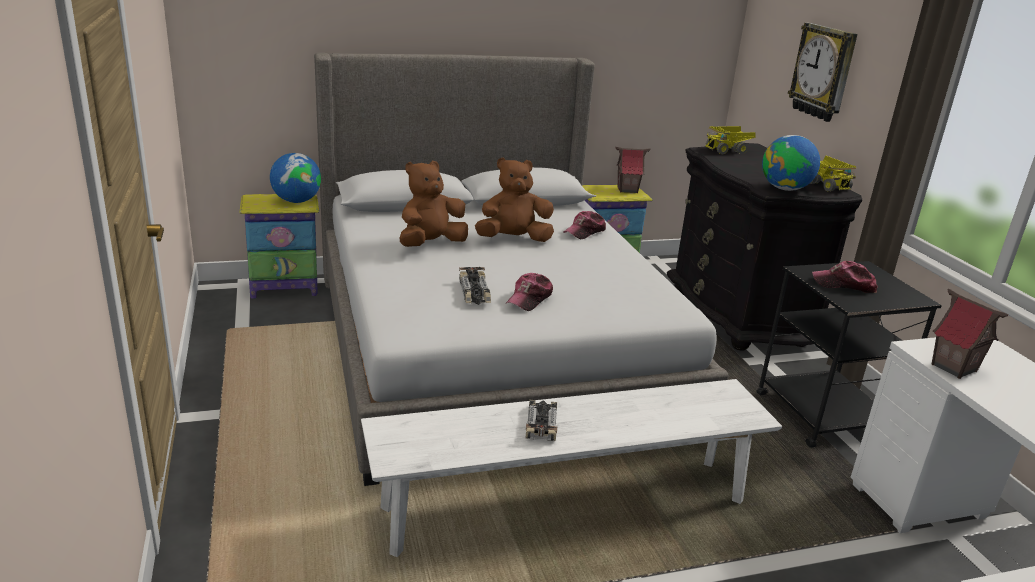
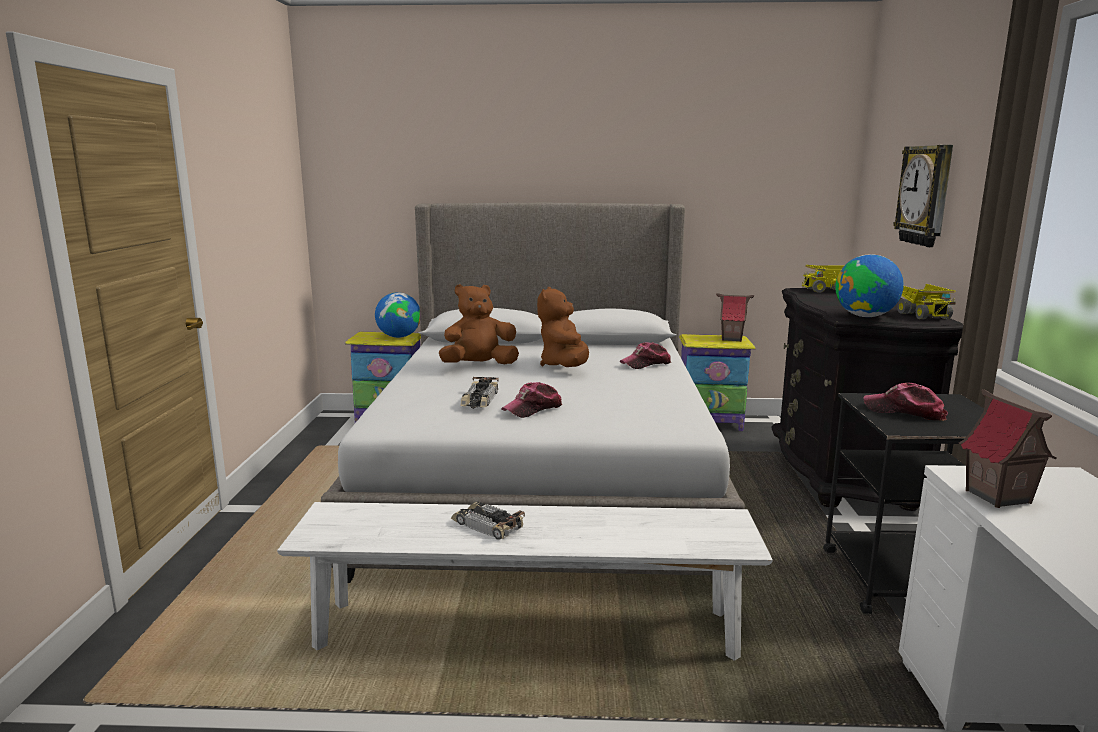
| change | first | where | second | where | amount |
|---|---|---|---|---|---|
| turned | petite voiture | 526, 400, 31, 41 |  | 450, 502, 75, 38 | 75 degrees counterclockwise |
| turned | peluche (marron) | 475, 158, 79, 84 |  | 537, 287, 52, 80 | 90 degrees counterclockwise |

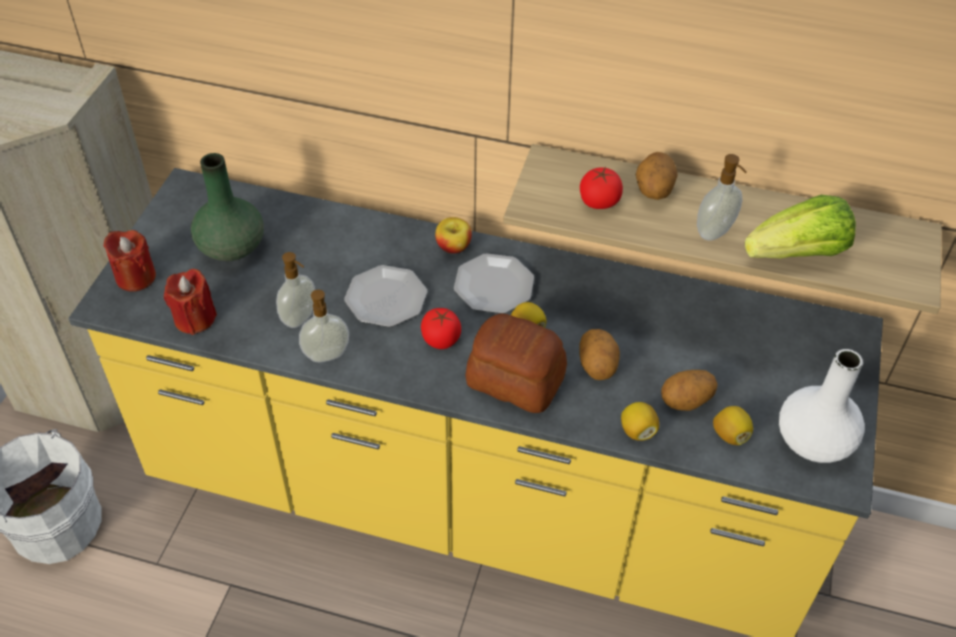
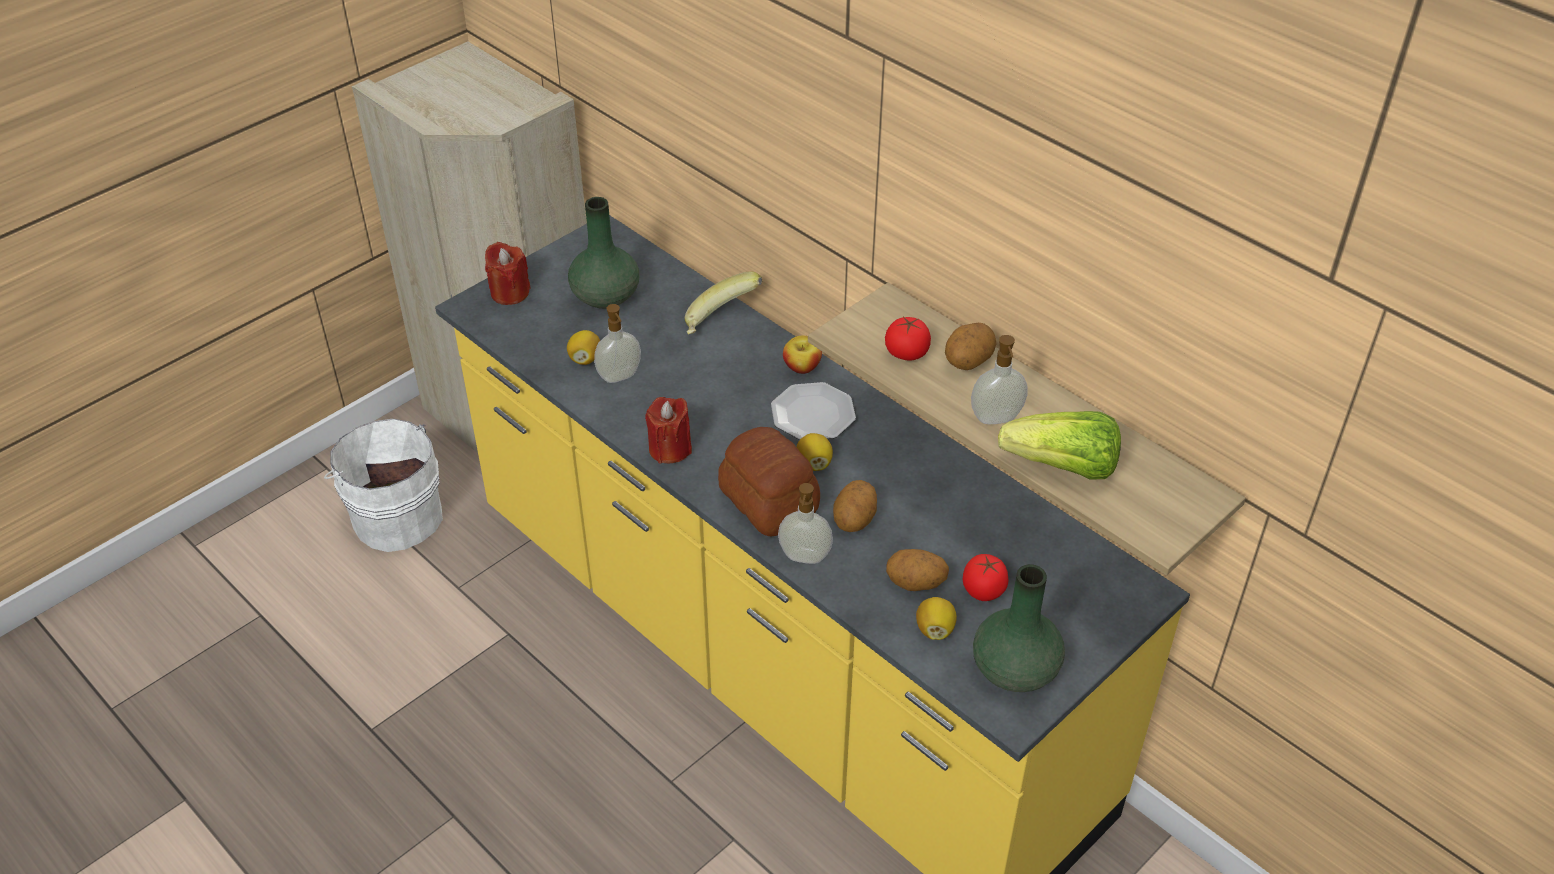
| change | first | where | second | where | amount |
|---|---|---|---|---|---|
| moved | citron | 621, 402, 38, 39 |  | 567, 330, 33, 35 |  |
| moved | bougie (rouge) | 164, 269, 53, 66 |  | 645, 397, 47, 67 |  |
| added |  |  | banane | 685, 271, 77, 63 |  |
| moved | distributeur de savon | 299, 290, 50, 72 |  | 778, 483, 55, 81 |  |
| moved | tomate | 421, 308, 40, 41 |  | 963, 554, 45, 47 |  |
| recoloured | vase (blanc) | 779, 349, 86, 114 | vase (vert) | 973, 564, 92, 128 |  |
| removed | assiette | 344, 265, 83, 62 |  |  |  |

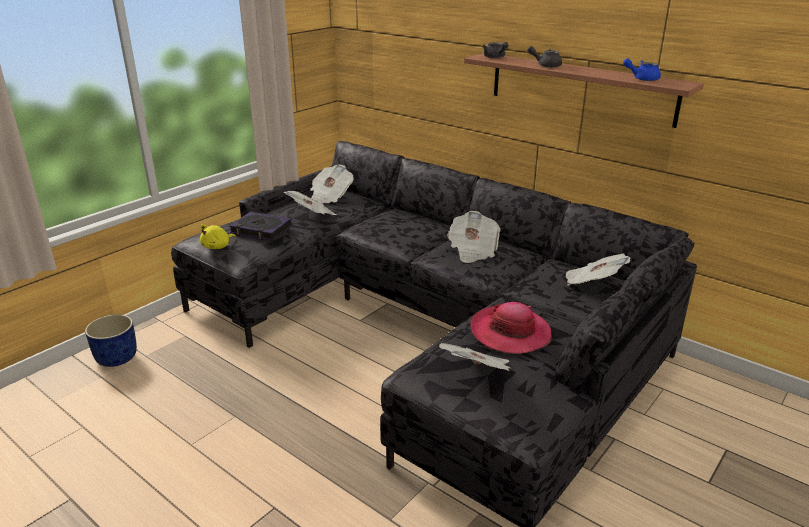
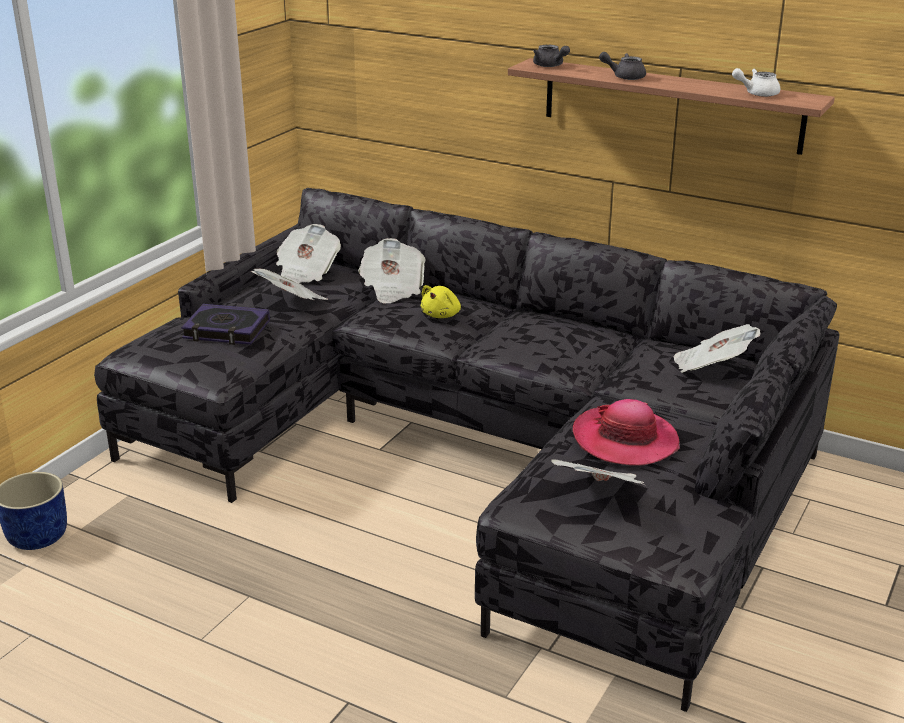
| change | first | where | second | where | amount |
|---|---|---|---|---|---|
| moved | journal | 447, 211, 54, 52 |  | 358, 238, 68, 66 |  |
| moved | peluche (jaune) | 200, 224, 36, 25 |  | 421, 285, 40, 33 |  |
| recoloured | théière (bleu) | 623, 58, 38, 23 | théière (blanc) | 732, 68, 48, 29 |  |

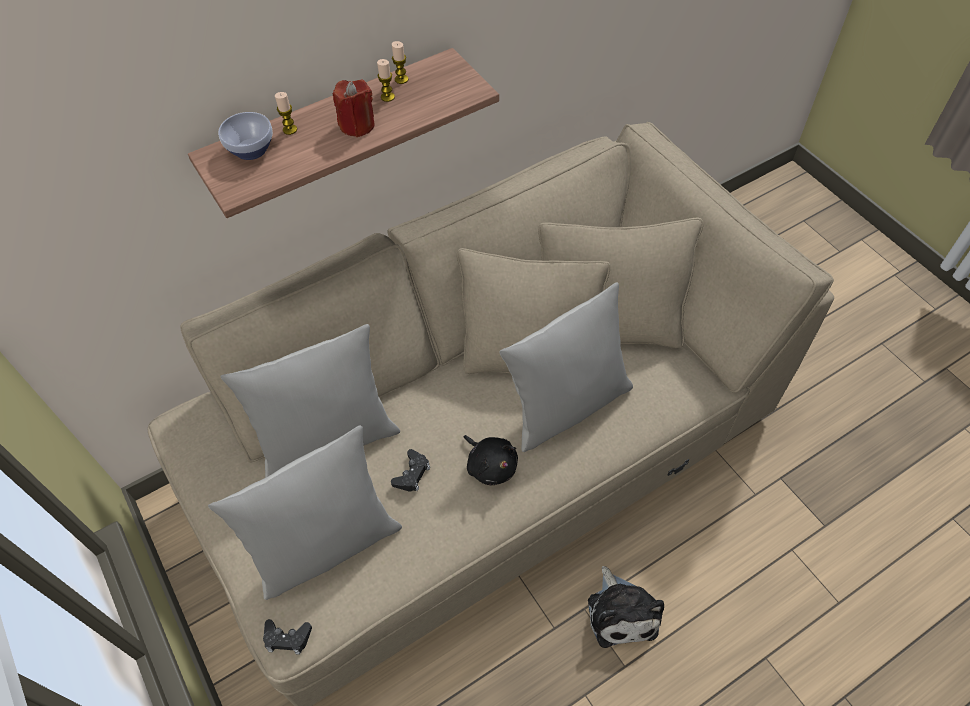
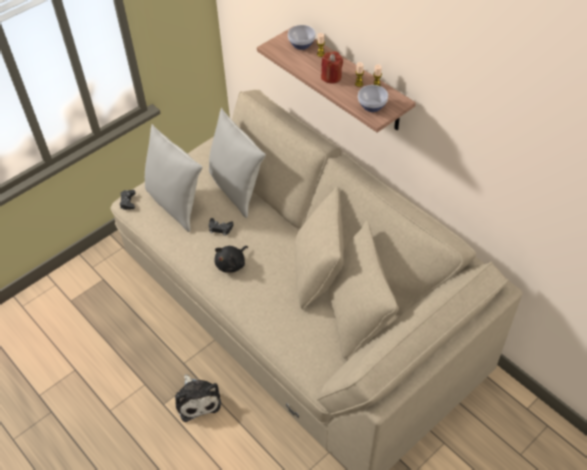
| change | first | where | second | where | amount |
|---|---|---|---|---|---|
| turned | peluche | 588, 566, 76, 82 |  | 175, 374, 46, 48 | 90 degrees counterclockwise |
| added |  |  | bol | 358, 85, 30, 27 |  |
| removed | coussin (gris) | 499, 282, 134, 170 |  |  |  |

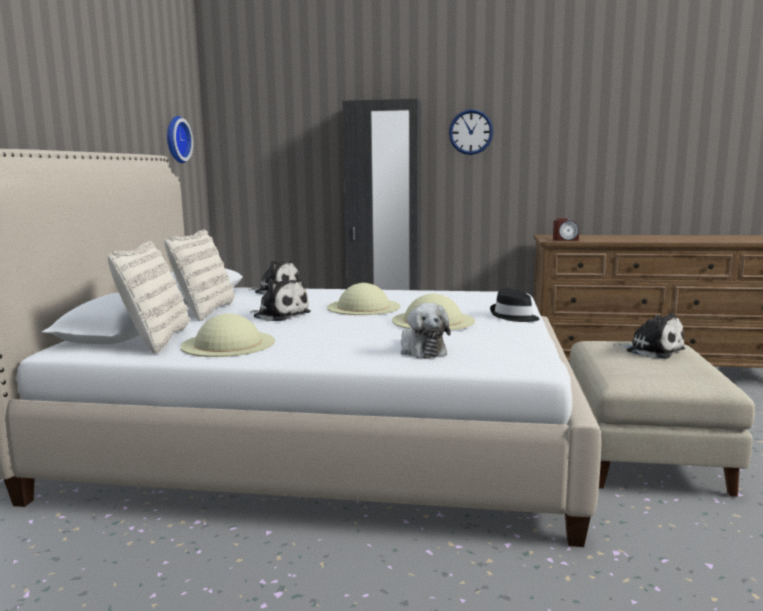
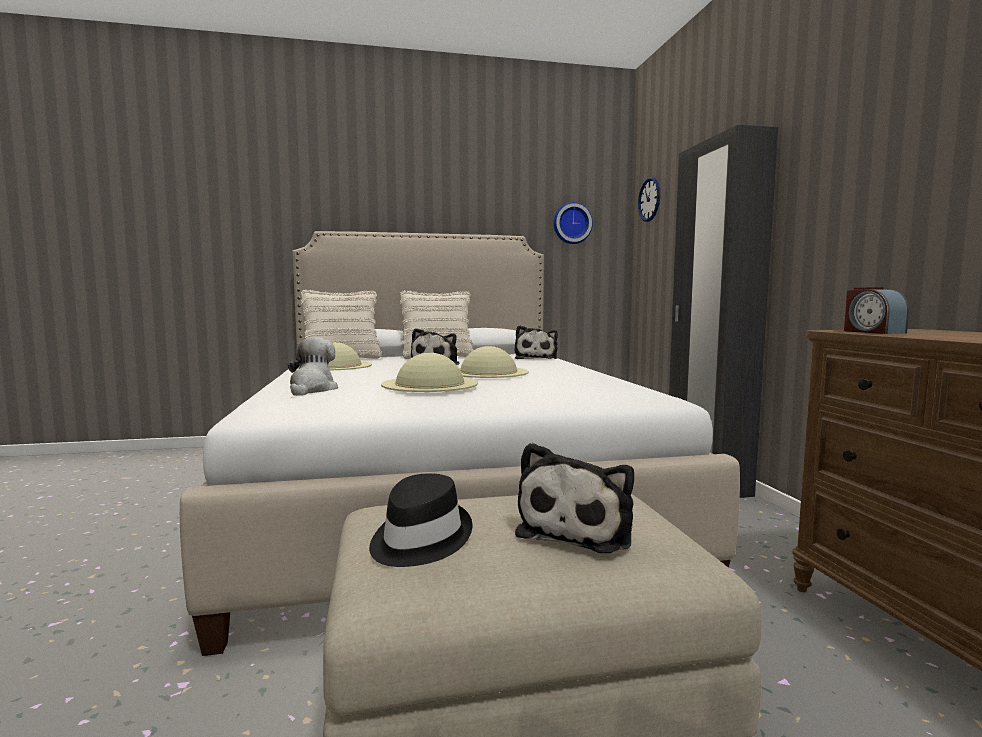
| change | first | where | second | where | amount |
|---|---|---|---|---|---|
| turned | peluche | 401, 303, 50, 56 |  | 288, 337, 50, 59 | 135 degrees clockwise |
| moved | chapeau (noir) | 490, 289, 49, 33 |  | 369, 473, 103, 94 |  |
| moved | horloge murale | 449, 109, 44, 46 |  | 638, 177, 22, 45 |  |

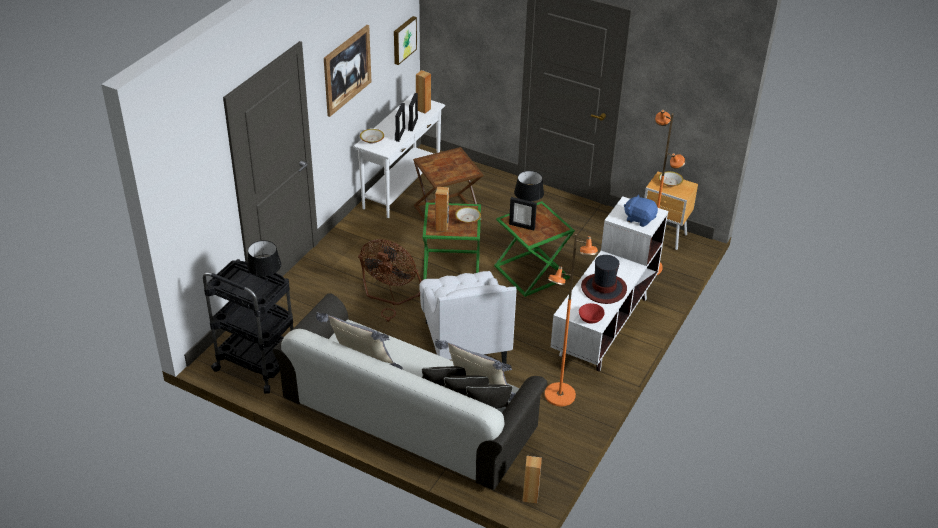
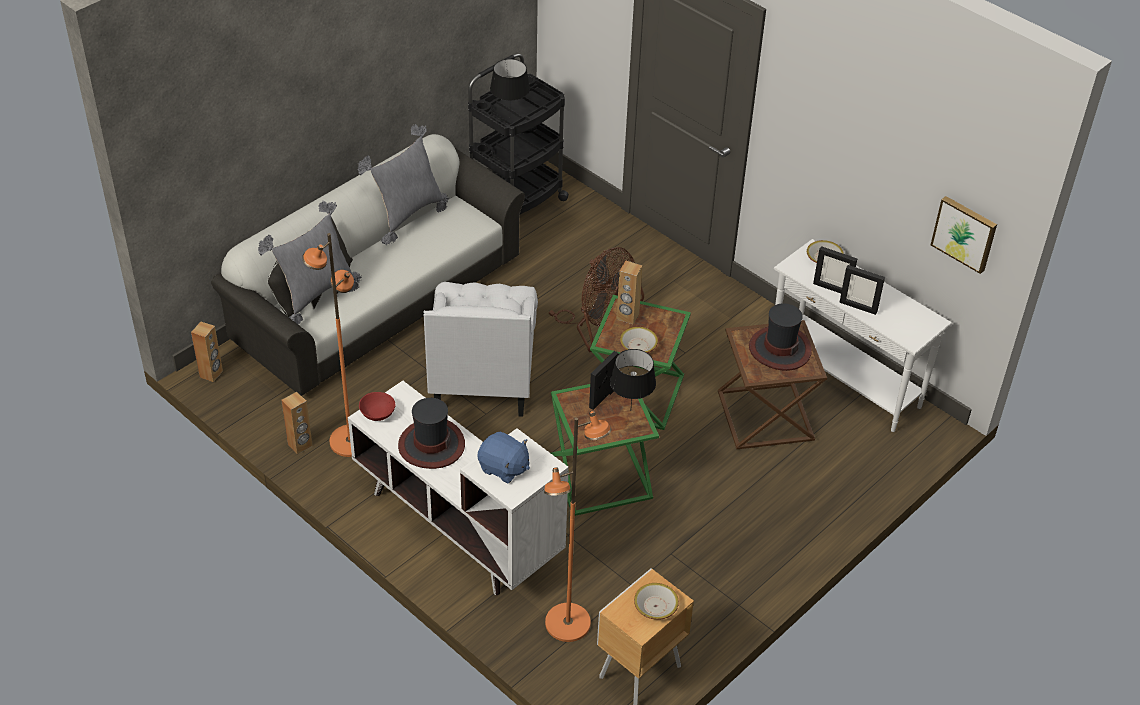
| change | first | where | second | where | amount |
|---|---|---|---|---|---|
| moved | enceinte (marron) | 416, 70, 15, 43 |  | 281, 392, 31, 63 |  |
| turned | fauteuil (blanc) | 419, 271, 98, 93 |  | 423, 282, 115, 135 | 90 degrees counterclockwise |
| turned | peluche (bleu) | 624, 194, 34, 33 |  | 477, 432, 53, 51 | 75 degrees clockwise |
| added |  |  | chapeau | 749, 303, 63, 68 |  |
| removed | tableau | 324, 25, 48, 92 |  |  |  |

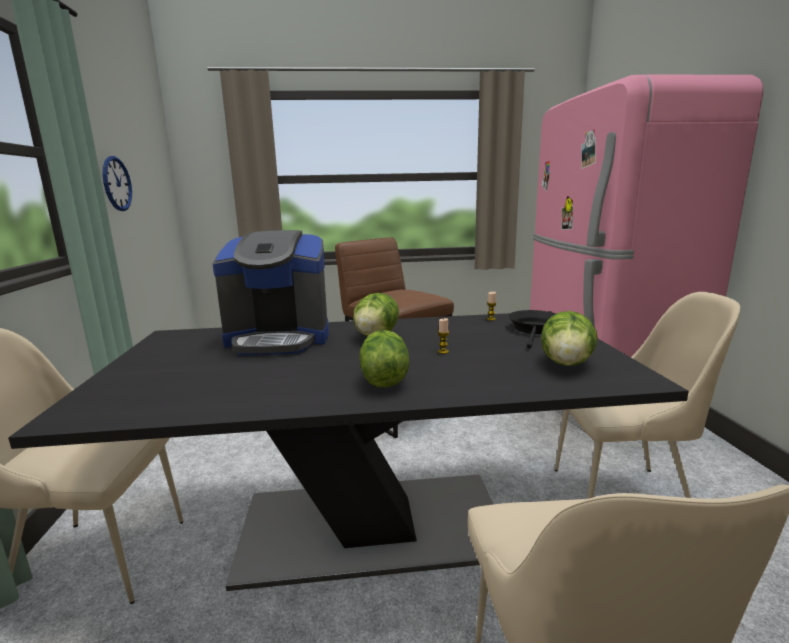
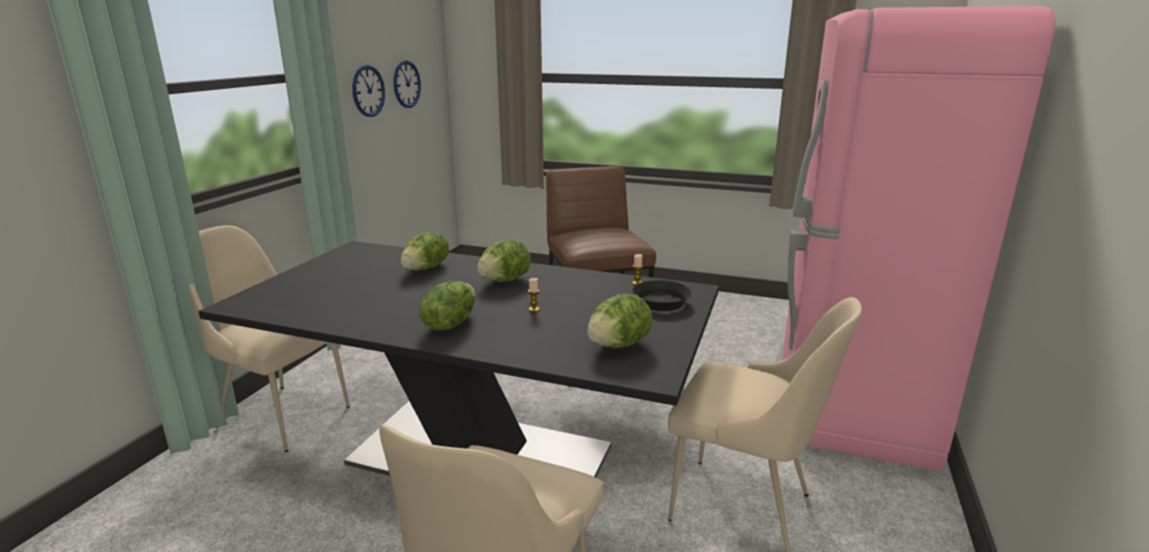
| change | first | where | second | where | amount |
|---|---|---|---|---|---|
| added |  |  | horloge murale | 393, 60, 28, 48 |  |
| replaced | machine à café | 212, 230, 117, 125 | laitue | 401, 232, 48, 39 |  |

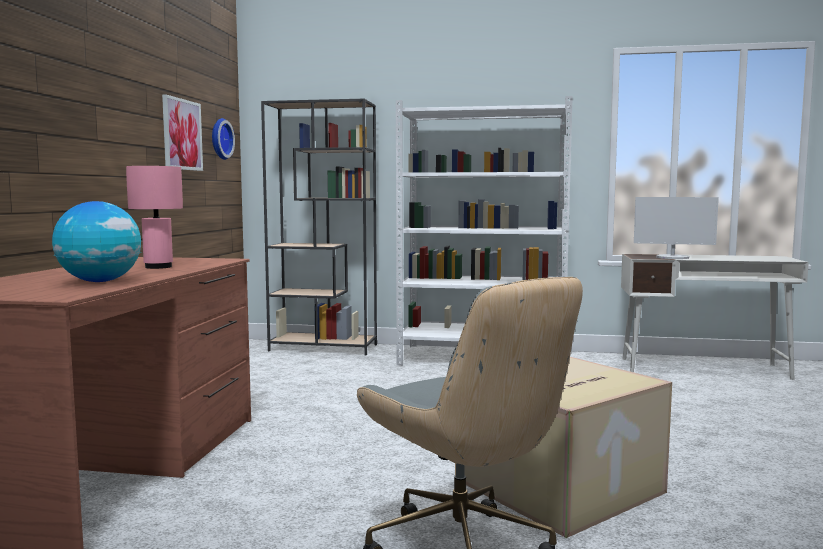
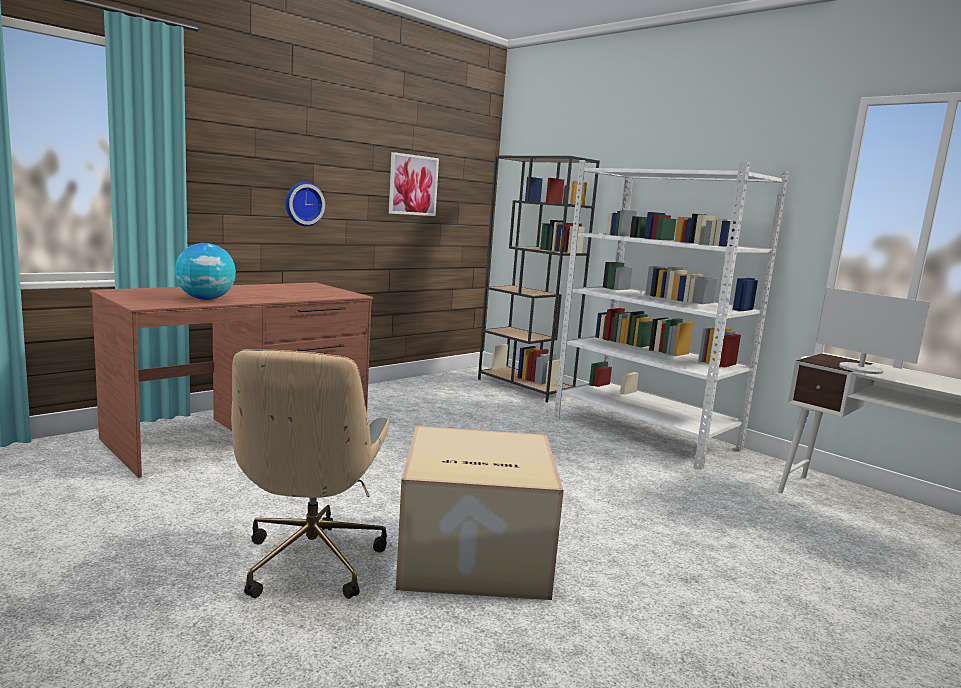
| change | first | where | second | where | amount |
|---|---|---|---|---|---|
| moved | horloge murale | 212, 118, 23, 42 |  | 285, 182, 40, 44 |  |
| removed | lampe de table (rose) | 126, 166, 57, 103 |  |  |  |

